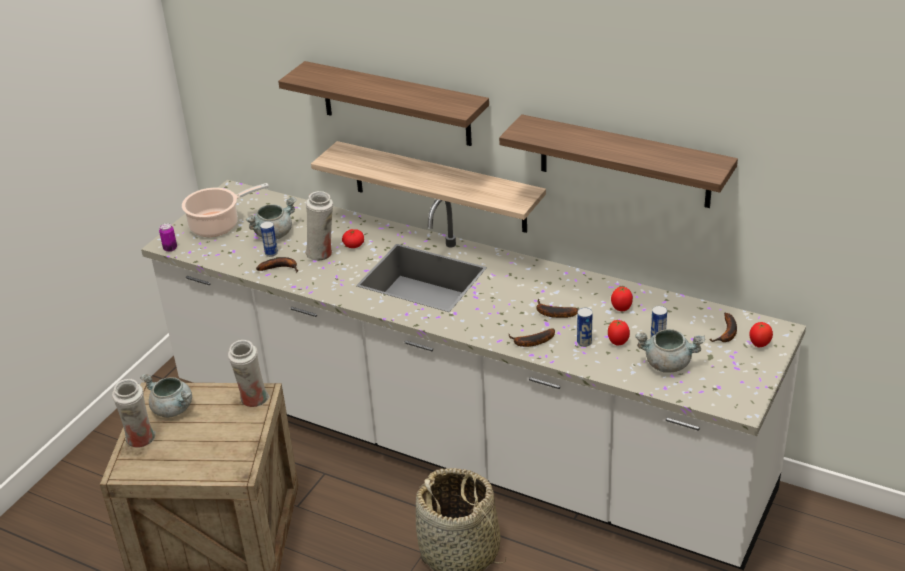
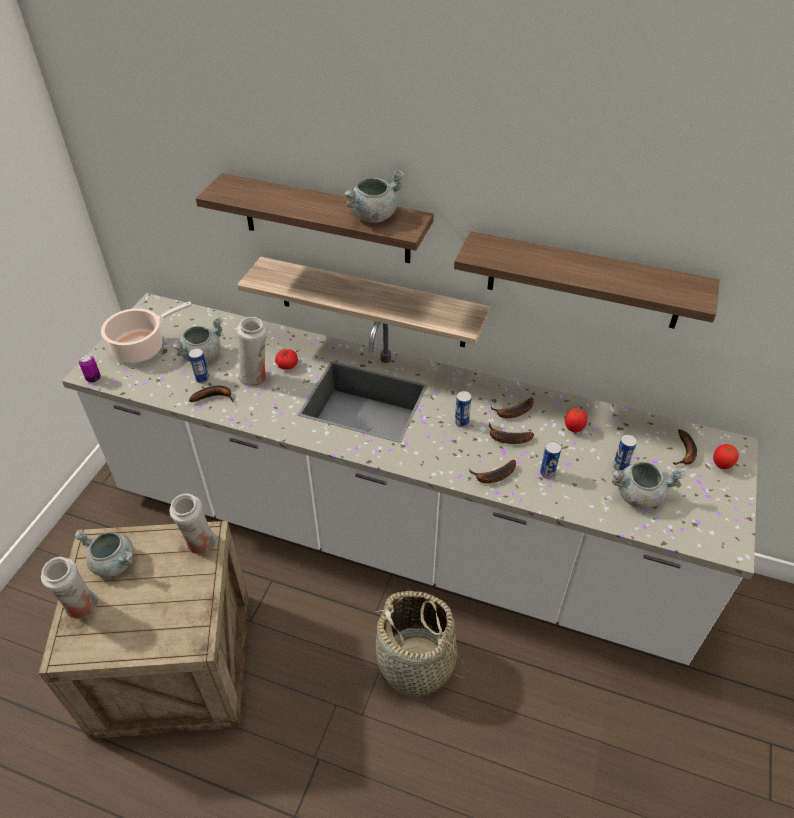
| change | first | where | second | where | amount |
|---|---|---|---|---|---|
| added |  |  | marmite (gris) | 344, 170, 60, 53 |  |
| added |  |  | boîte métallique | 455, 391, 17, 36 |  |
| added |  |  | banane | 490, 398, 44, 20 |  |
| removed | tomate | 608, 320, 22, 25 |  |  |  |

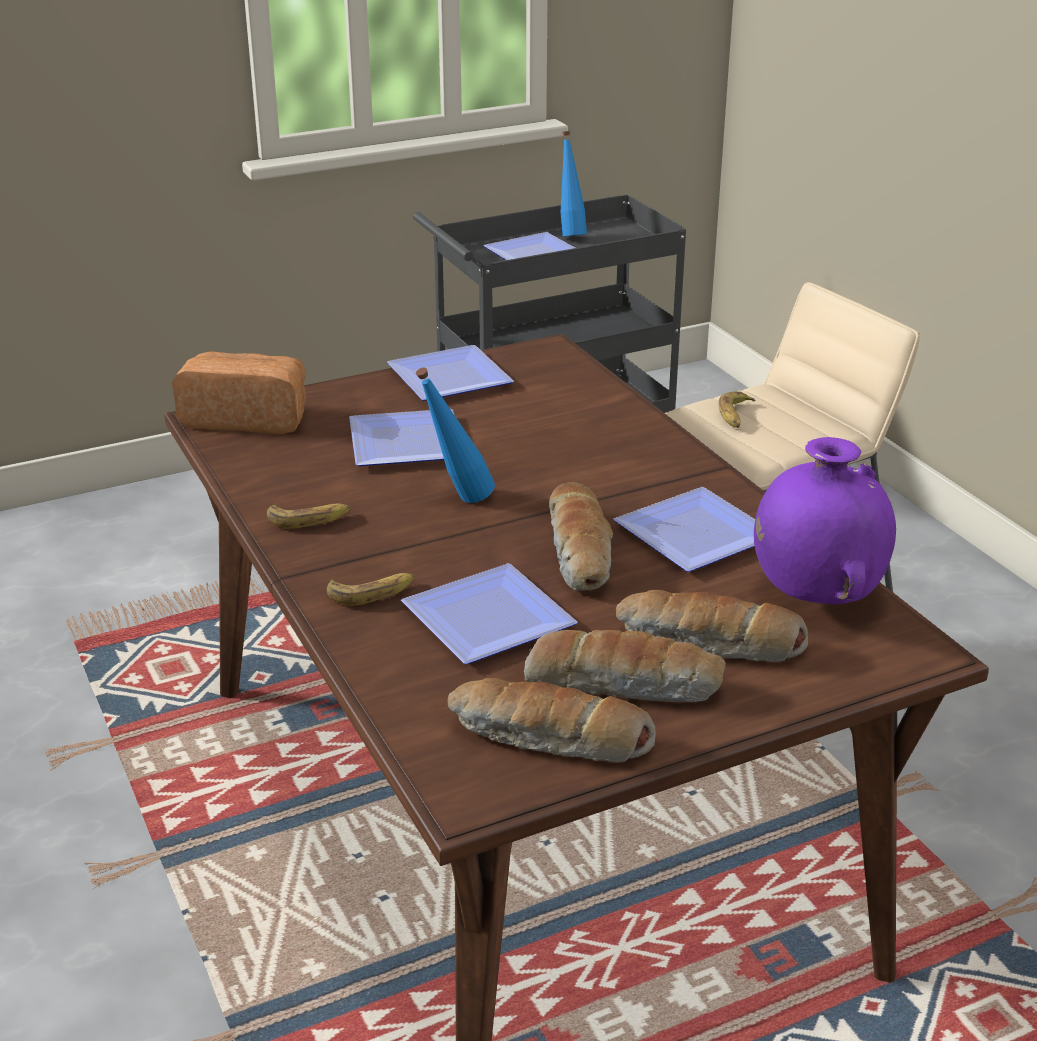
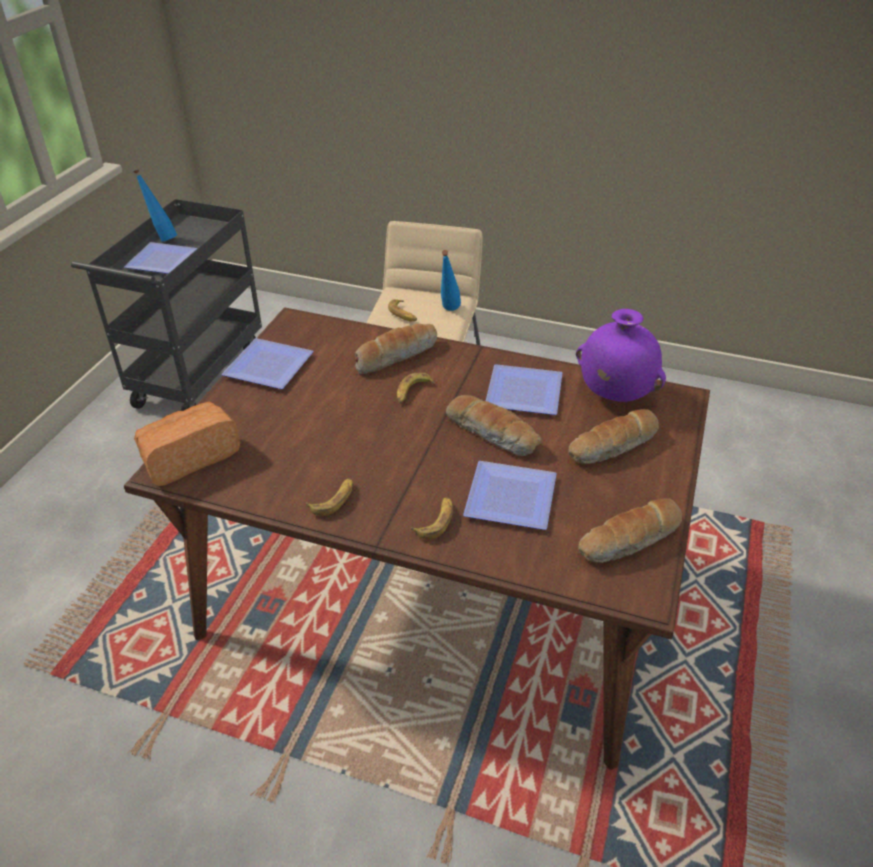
| change | first | where | second | where | amount |
|---|---|---|---|---|---|
| moved | pain | 524, 630, 202, 72 |  | 355, 324, 82, 51 |  |
| added |  |  | banane | 397, 373, 38, 31 |  |
| moved | bouteille (bleu) | 416, 368, 79, 135 |  | 441, 250, 20, 61 |  |
| removed | assiette | 349, 409, 105, 57 |  |  |  |

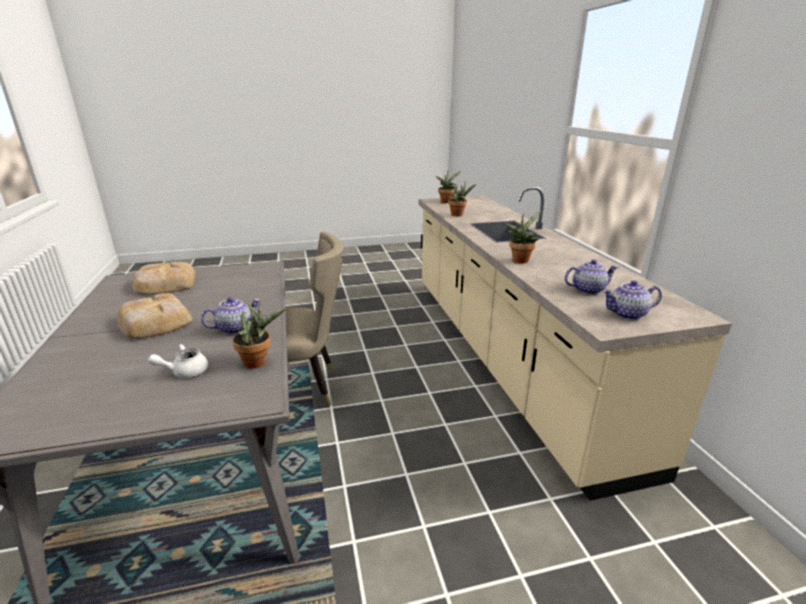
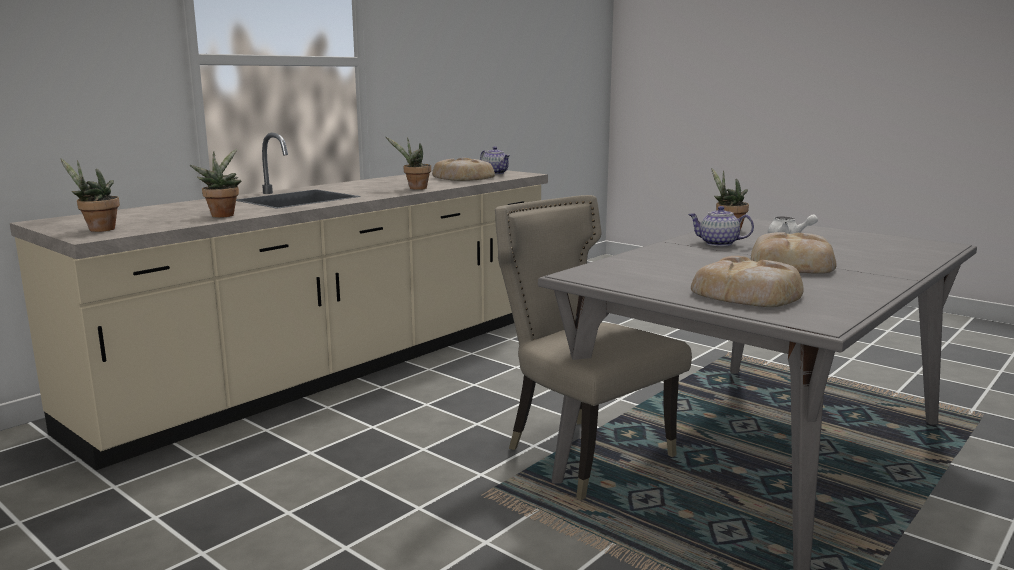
| change | first | where | second | where | amount |
|---|---|---|---|---|---|
| replaced | théière | 565, 260, 54, 35 | pain | 432, 158, 63, 23 |  |

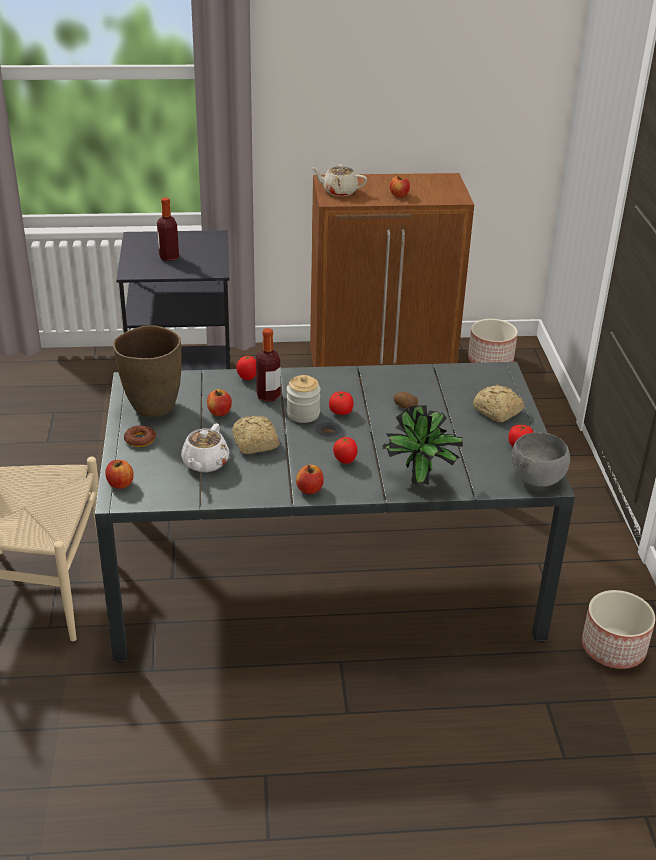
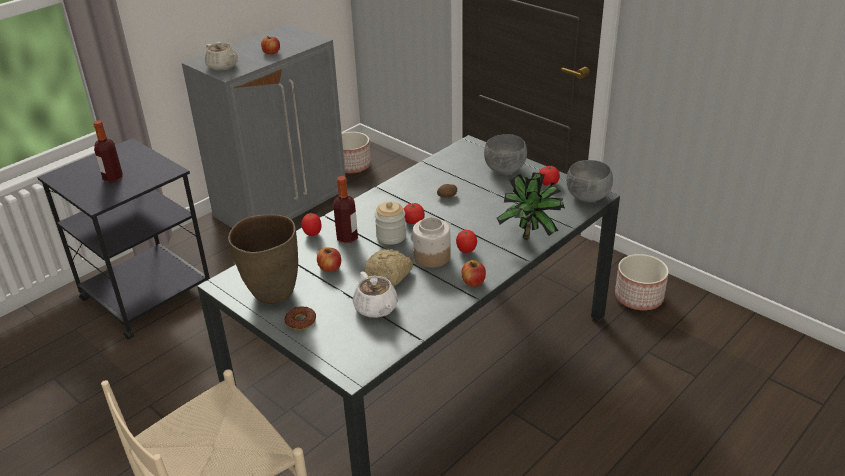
| change | first | where | second | where | amount |
|---|---|---|---|---|---|
| recoloured | meuble de rangement (marron) | 310, 173, 164, 210 | meuble de rangement (gris) | 182, 24, 164, 204 |  |
| turned | théière (beige) | 312, 164, 55, 32 |  | 205, 41, 33, 30 | 105 degrees counterclockwise |
| added |  |  | bocal | 413, 217, 38, 51 |  |
| replaced | pain | 473, 385, 52, 37 | bol (gris) | 484, 134, 43, 40 |  |
| removed | pomme | 105, 460, 29, 29 |  |  |  |

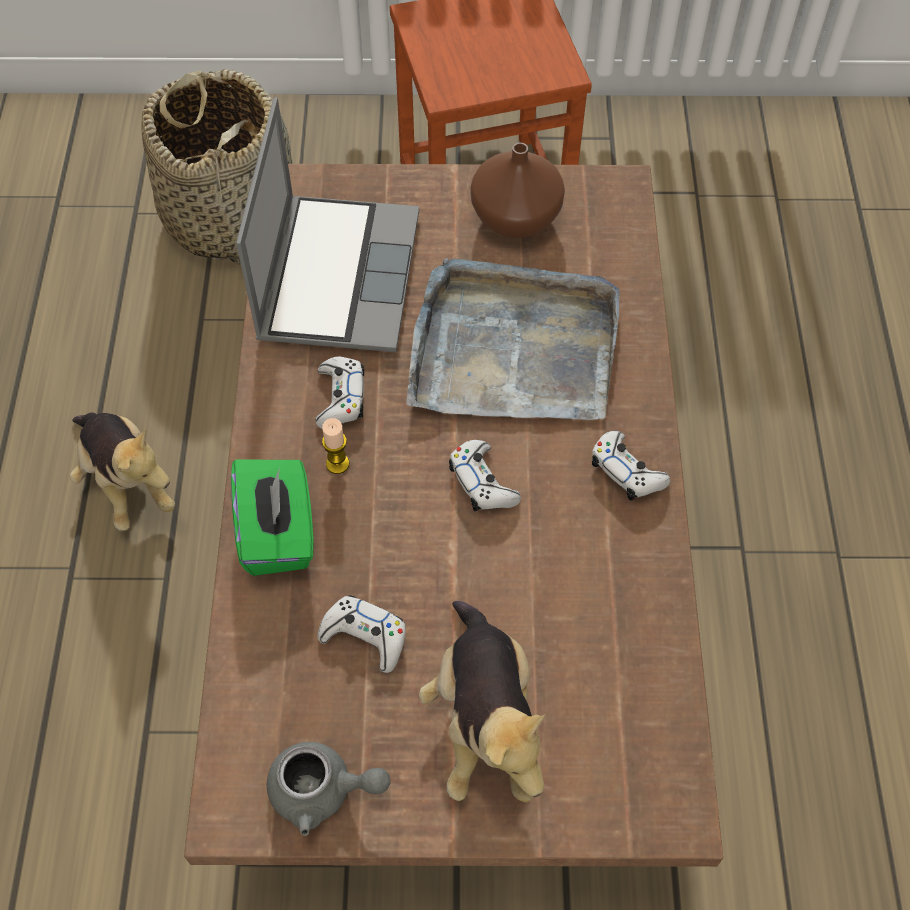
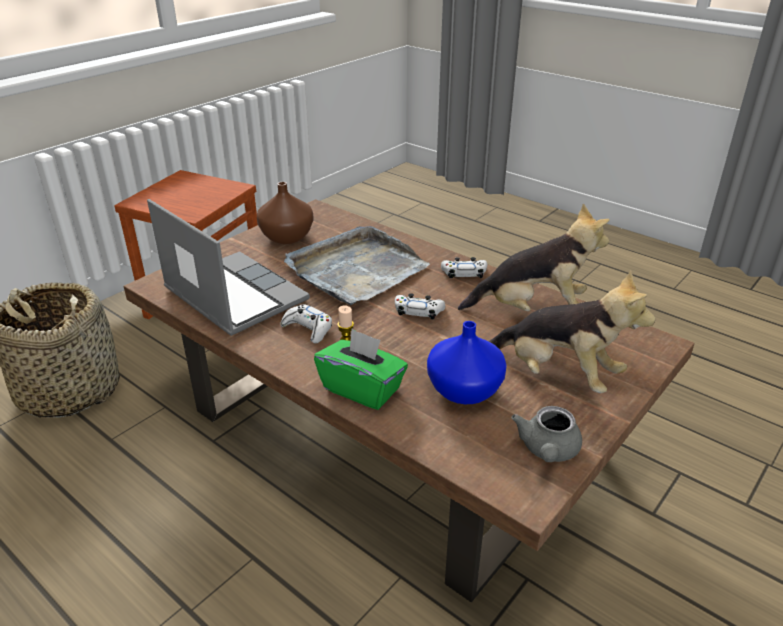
| change | first | where | second | where | amount |
|---|---|---|---|---|---|
| replaced | manette (blanc) | 317, 595, 89, 78 | vase (bleu) | 427, 321, 80, 83 |  |
| moved | peluche | 70, 412, 105, 119 |  | 458, 204, 151, 107 |  |
| turned | théière (gris) | 267, 742, 123, 94 |  | 511, 406, 71, 56 | 150 degrees clockwise |

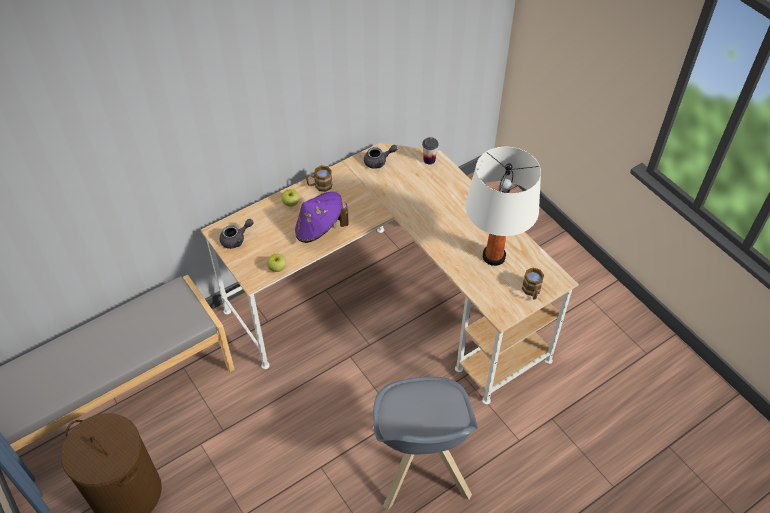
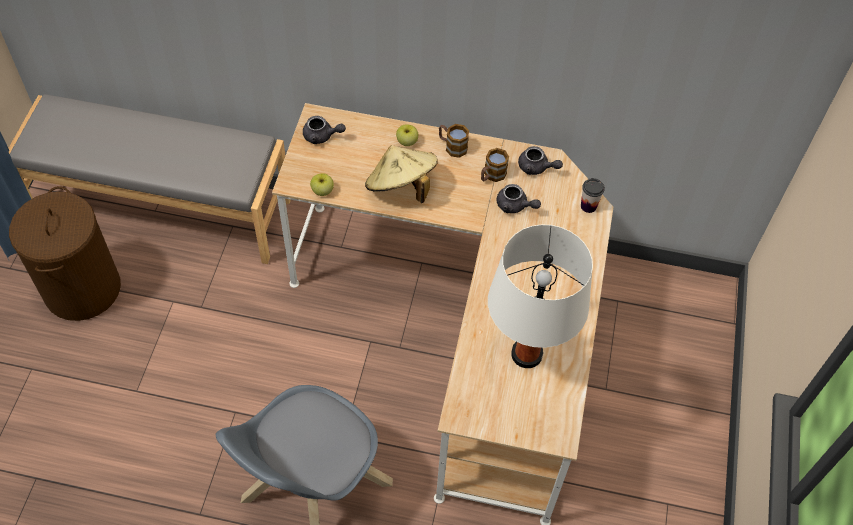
| change | first | where | second | where | amount |
|---|---|---|---|---|---|
| recoloured | chapeau (violet) | 295, 192, 54, 51 | chapeau (beige) | 365, 145, 73, 58 |  |
| moved | mug | 522, 268, 22, 32 |  | 481, 148, 28, 34 |  |
| added |  |  | théière (gris) | 497, 184, 44, 29 |  |

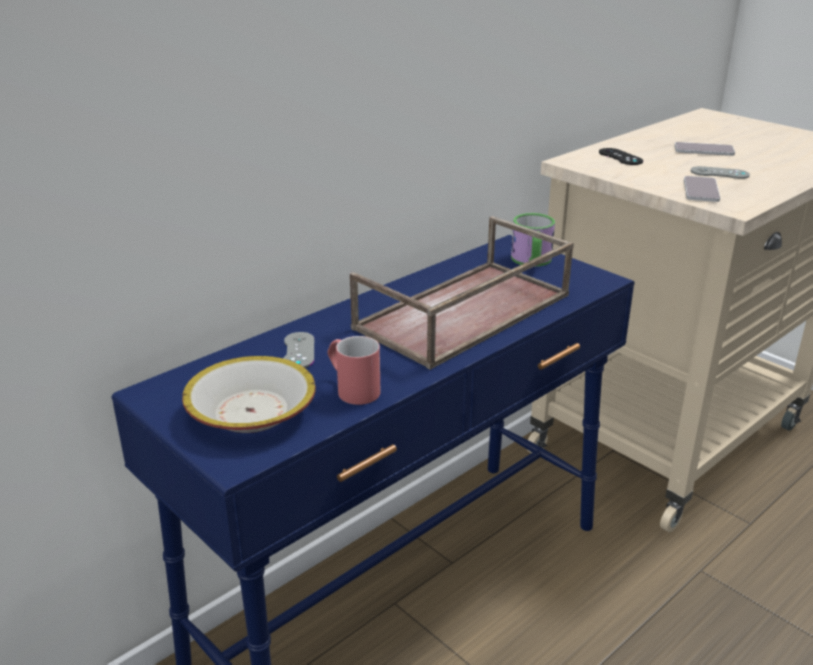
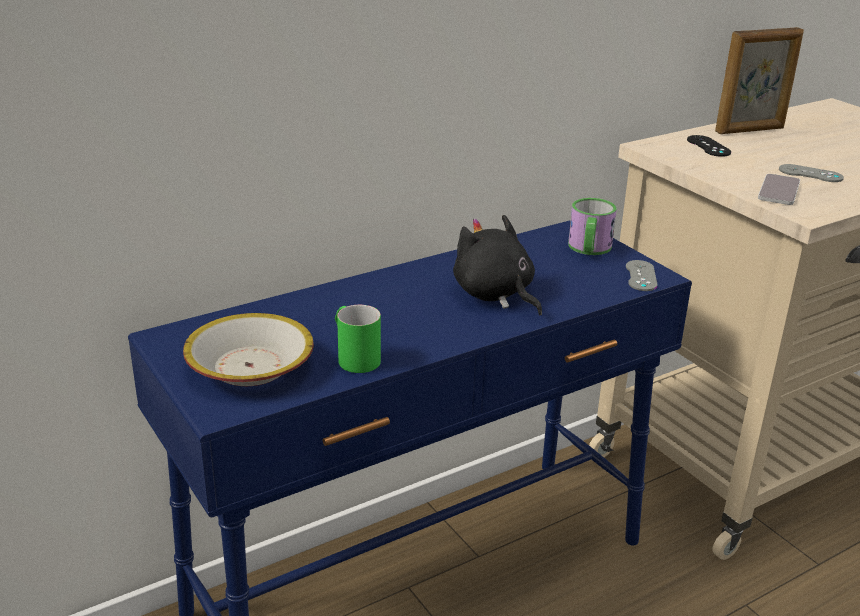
| change | first | where | second | where | amount |
|---|---|---|---|---|---|
| recoloured | mug (rouge) | 327, 336, 53, 69 | mug (vert) | 335, 305, 46, 68 |  |
| replaced | plateau (marron) | 350, 216, 224, 154 | peluche (noir) | 453, 215, 89, 100 |  |
| moved | manette (gris) | 283, 332, 31, 36 |  | 626, 260, 32, 31 |  |
| added |  |  | cadre photo | 715, 27, 89, 107 |  |
| removed | téléphone | 675, 142, 60, 14 |  |  |  |

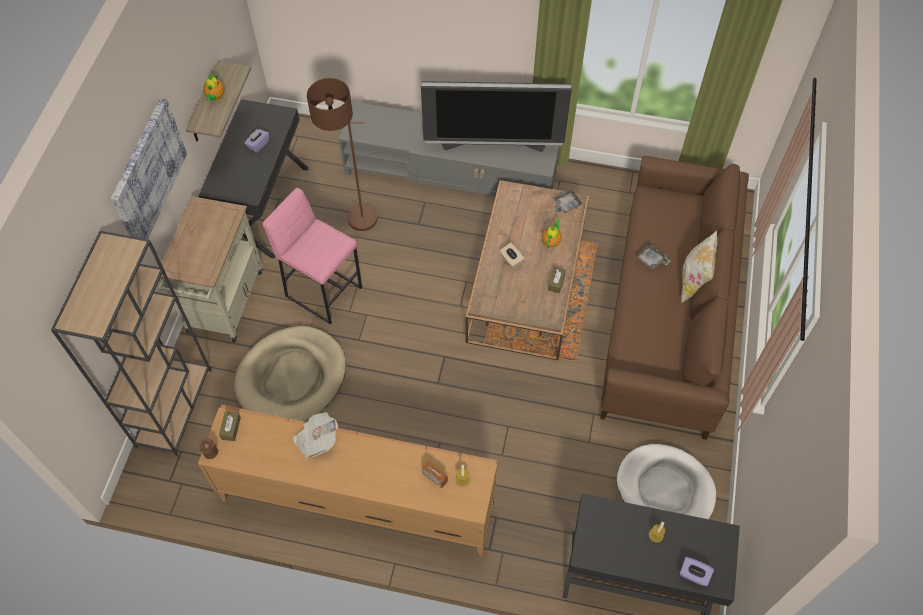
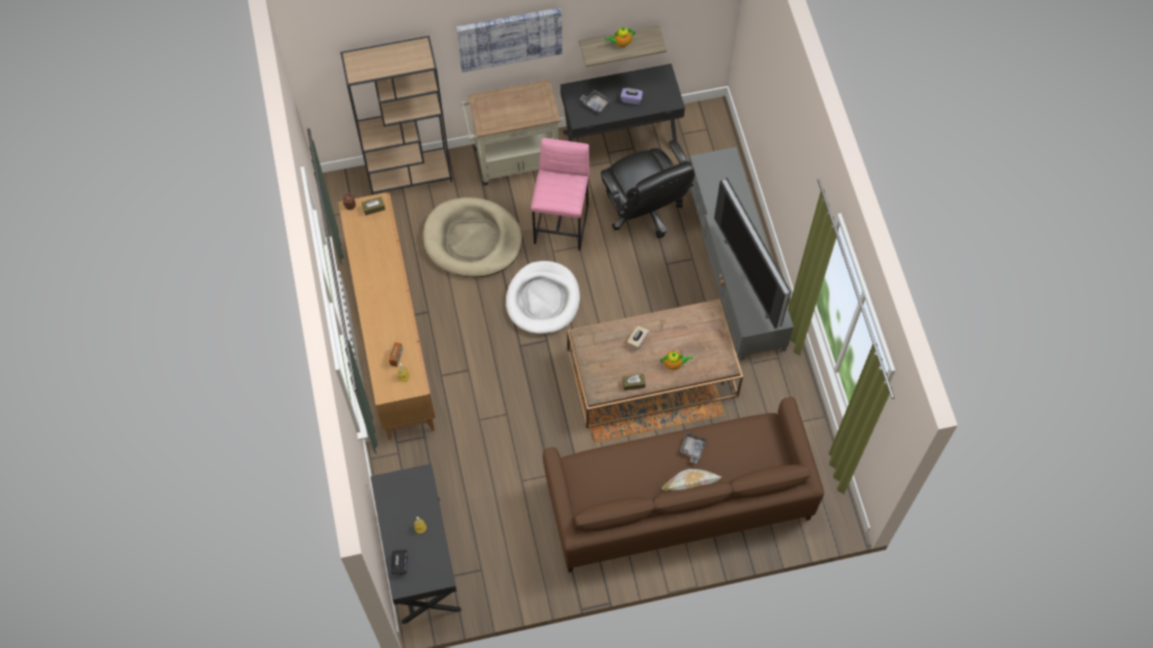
| change | first | where | second | where | amount |
|---|---|---|---|---|---|
| recoloured | boîte à mouchoirs (violet) | 680, 557, 34, 29 | boîte à mouchoirs (noir) | 391, 550, 16, 24 |  |
| moved | panier pour chien (blanc) | 616, 444, 100, 75 |  | 506, 261, 74, 73 |  |
| moved | plateau (gris) | 553, 189, 30, 25 |  | 580, 90, 31, 23 |  |
| replaced | lampadaire (marron) | 307, 78, 70, 153 | chaise de bureau (noir) | 601, 140, 94, 98 |  |
| removed | journal | 293, 412, 45, 47 |  |  |  |

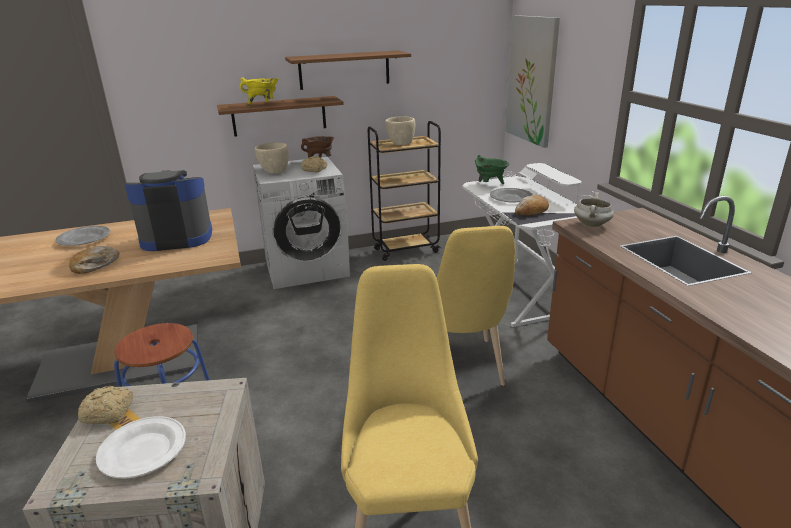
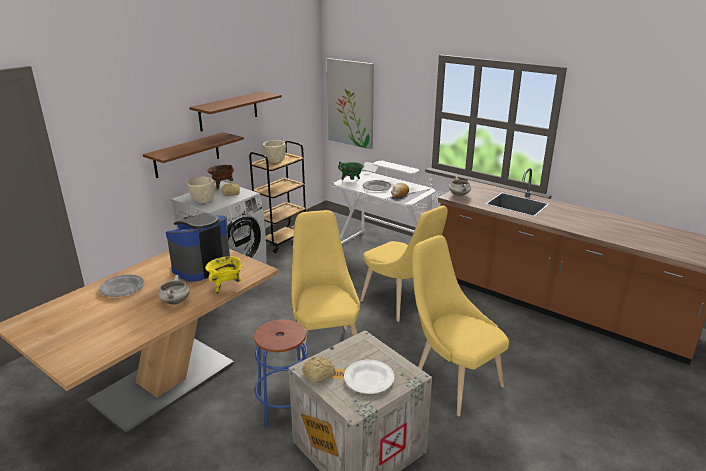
| change | first | where | second | where | amount |
|---|---|---|---|---|---|
| replaced | pain | 69, 246, 50, 28 | marmite (blanc) | 158, 275, 32, 30 |  |
| moved | marmite (jaune) | 240, 77, 39, 30 |  | 205, 256, 37, 38 |  |
| added |  |  | chaise (jaune) | 291, 210, 69, 148 |  |

